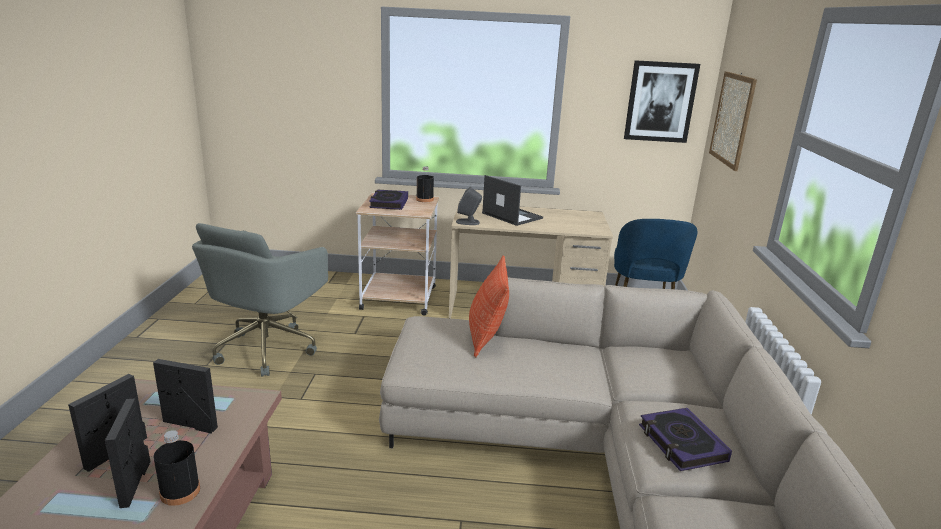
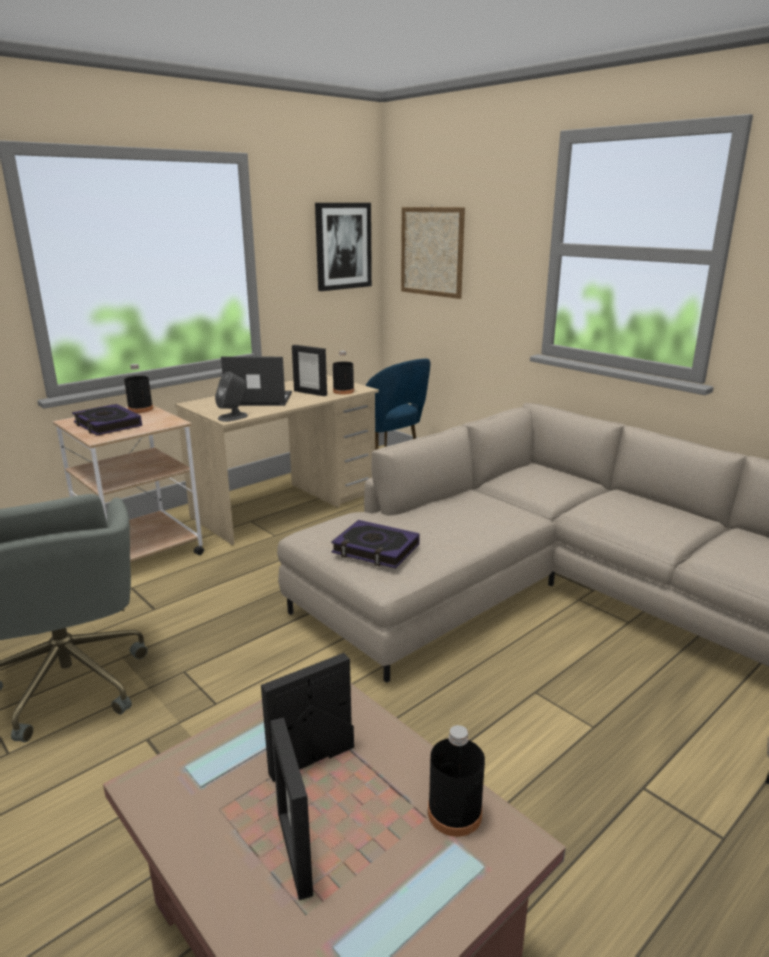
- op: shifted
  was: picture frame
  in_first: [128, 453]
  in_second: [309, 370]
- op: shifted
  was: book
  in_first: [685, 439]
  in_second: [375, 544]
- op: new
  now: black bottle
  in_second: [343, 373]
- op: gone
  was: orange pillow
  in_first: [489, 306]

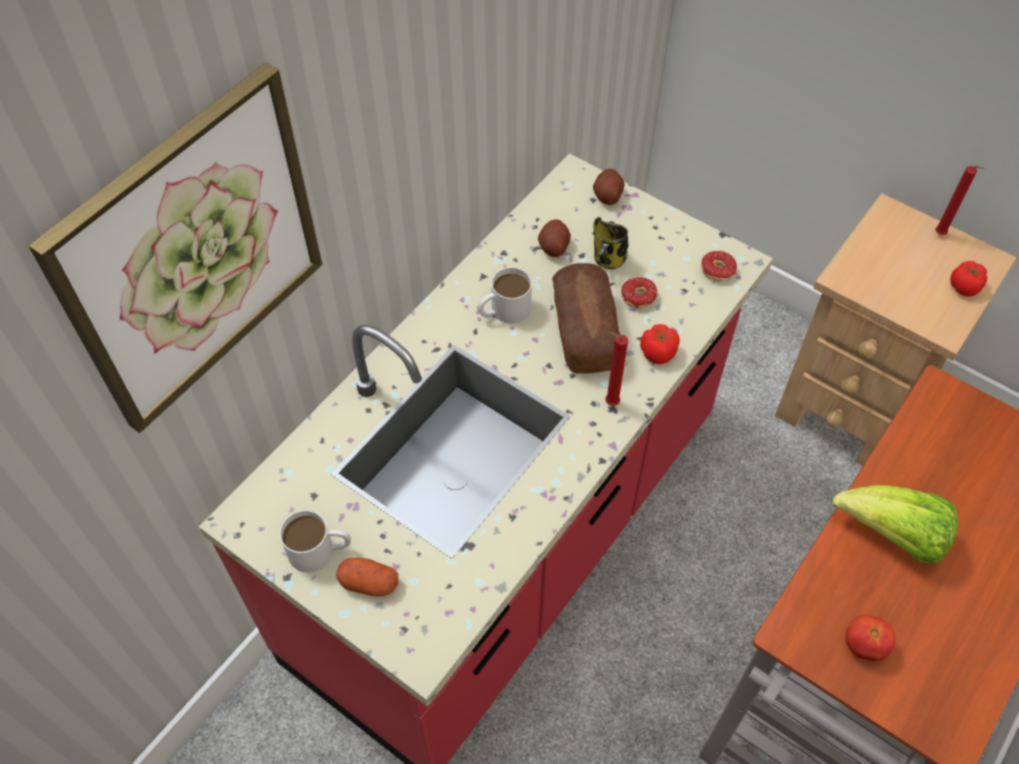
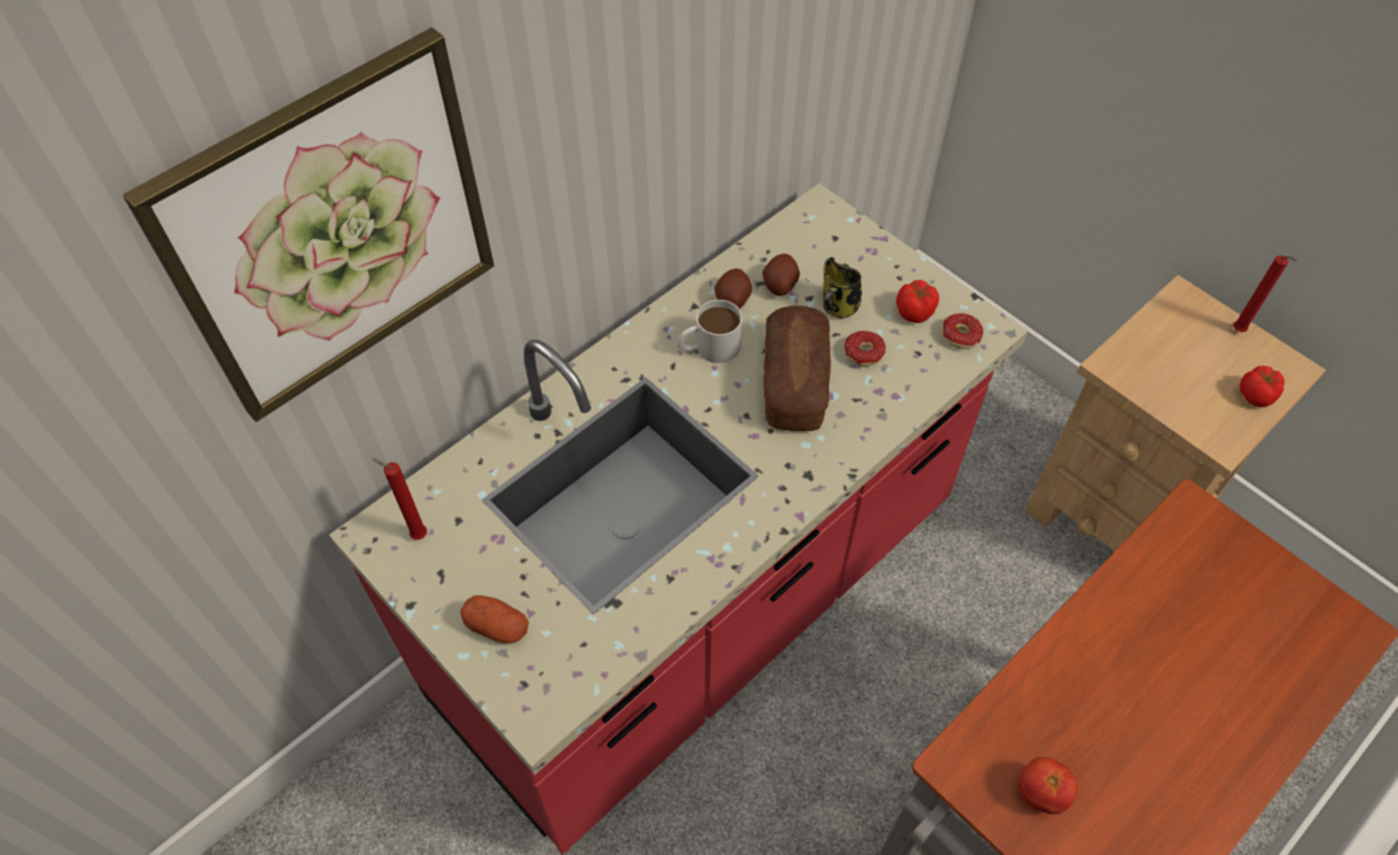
- op: shifted
  was: red candle
  in_first: [616, 369]
  in_second: [399, 499]
- op: shifted
  was: potato
  in_first: [608, 187]
  in_second: [733, 288]
- op: shifted
  was: tomato
  in_first: [660, 344]
  in_second: [917, 301]
- op: gone
  was: white mug
  in_first: [315, 541]
- op: gone
  was: lettuce
  in_first: [895, 524]

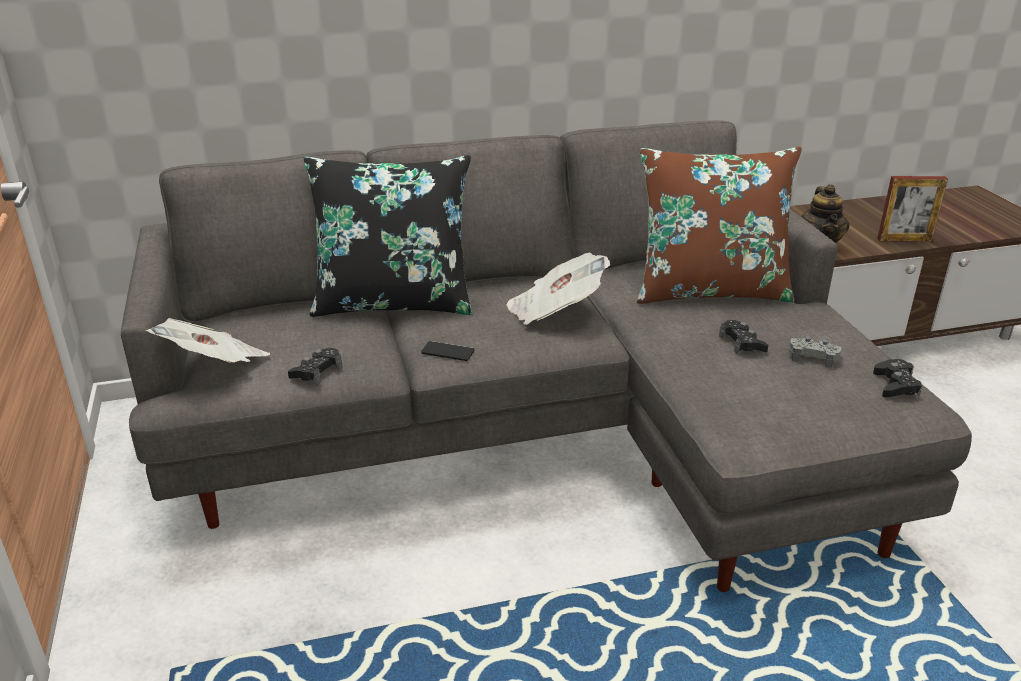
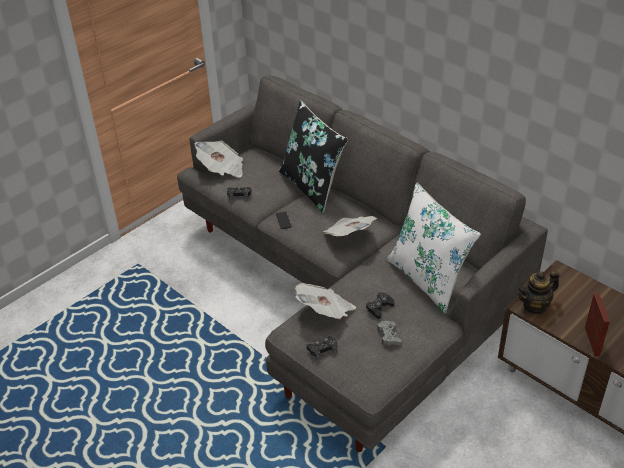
- op: new
  now: newspaper
  in_second: [325, 301]
- op: shifted
  was: black game controller
  in_first: [897, 378]
  in_second: [322, 348]
- op: repainted
  was: brown pillow
  now: white pillow
  in_first: [719, 225]
  in_second: [434, 248]
- op: rotated
  was: picture frame
  in_first: [913, 209]
  in_second: [597, 324]
  clockwise: -150

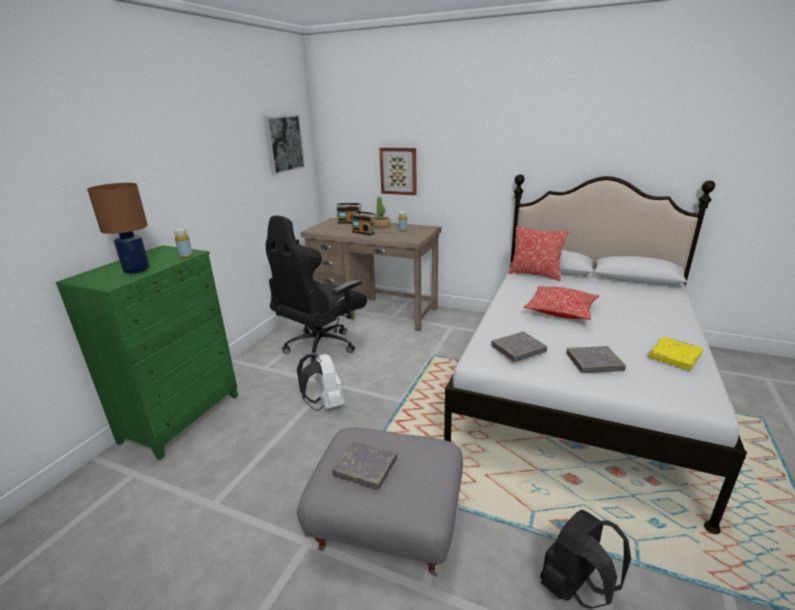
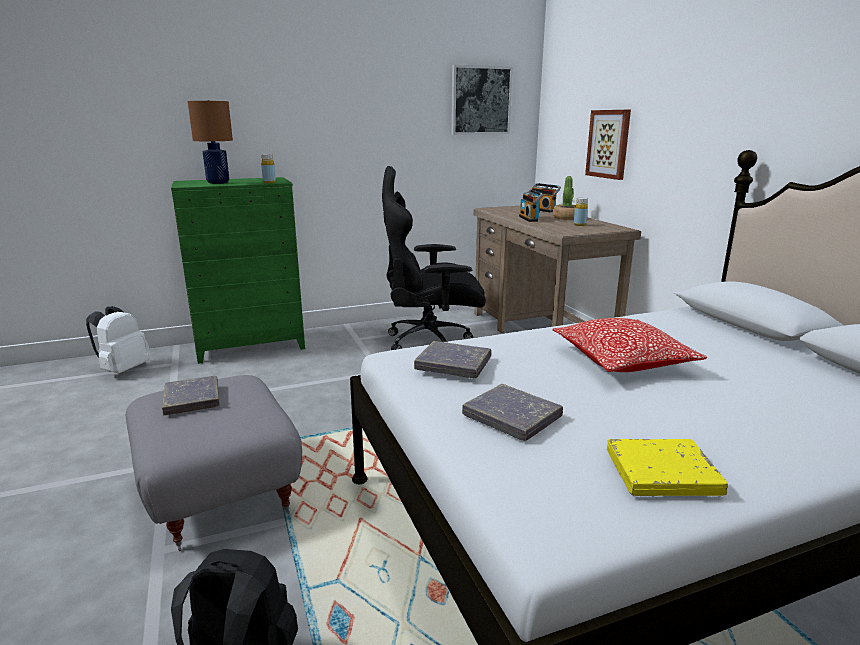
- op: shifted
  was: white backpack
  in_first: [320, 382]
  in_second: [118, 340]
- op: gone
  was: pillow
  in_first: [538, 253]

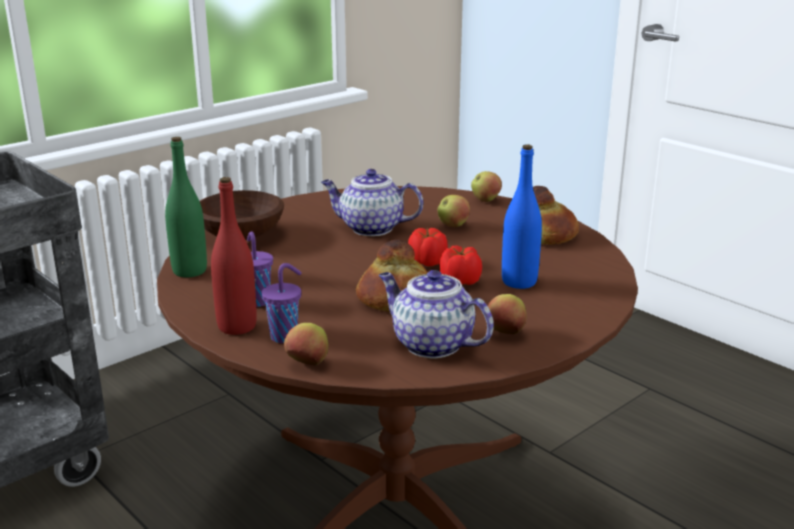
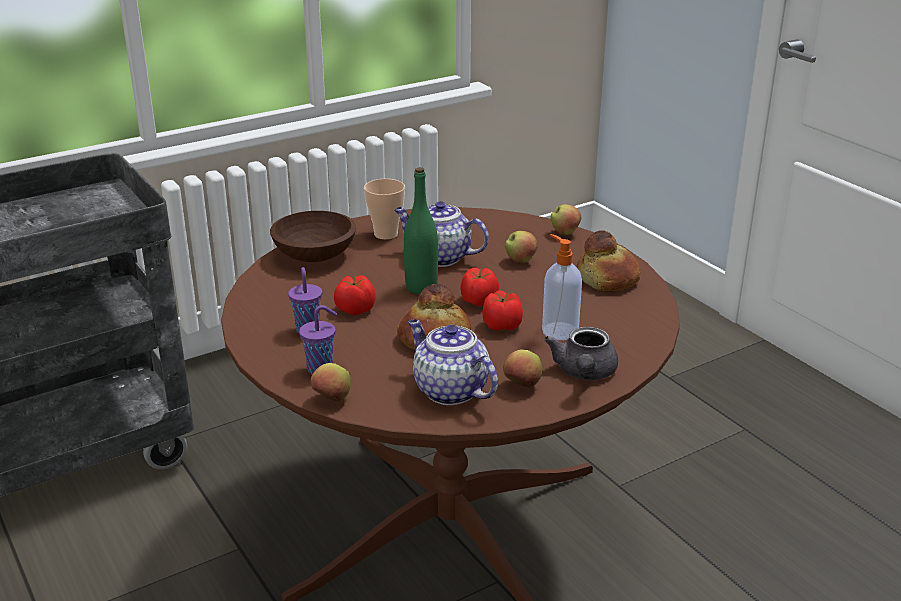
- op: new
  now: tomato
  in_second: [355, 295]
- op: new
  now: cup
  in_second: [384, 209]
- op: shifted
  was: green bottle
  in_first: [186, 207]
  in_second: [421, 230]
- op: swapped
  was: blue bottle
  now: soap dispenser
  in_first: [522, 216]
  in_second: [562, 287]
- op: new
  now: grey teapot
  in_second: [581, 353]
- op: gone
  was: red bottle
  in_first: [234, 256]

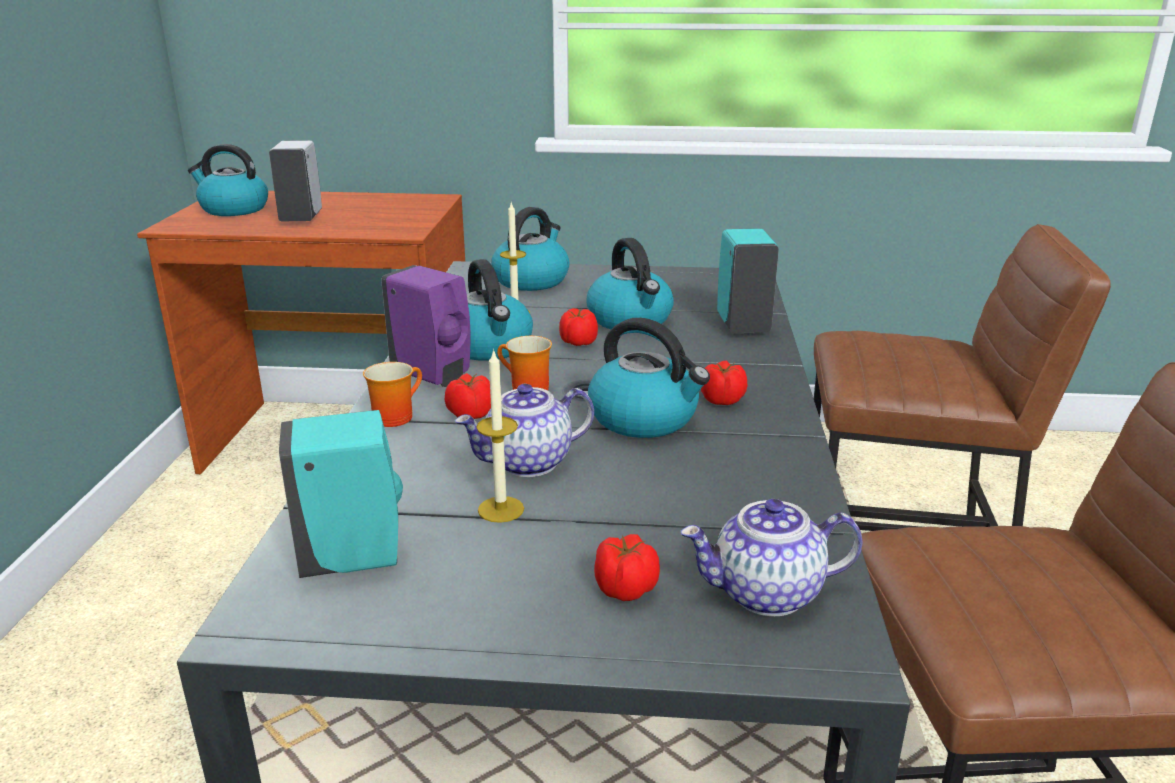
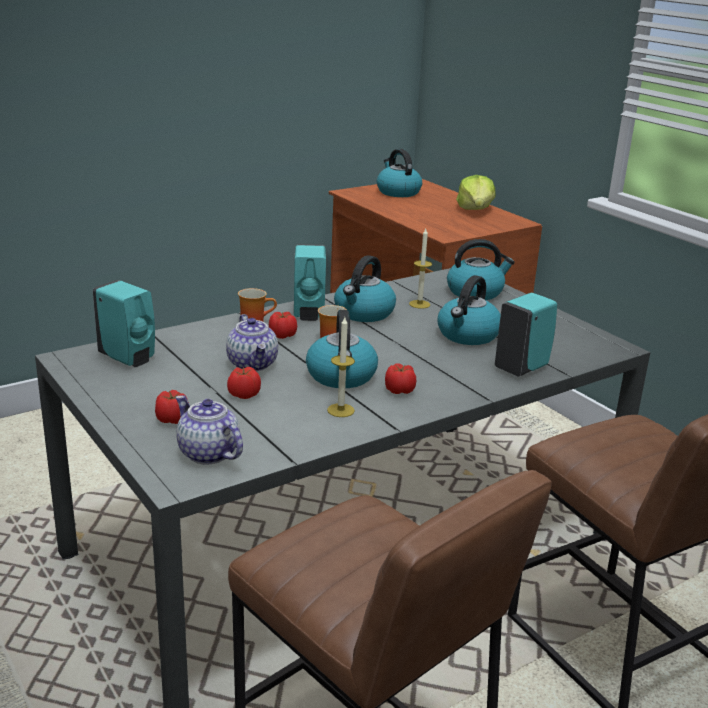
- op: rotated
  was: teapot
  in_first: [524, 430]
  in_second: [252, 342]
  clockwise: -135
- op: shifted
  was: tomato
  in_first: [578, 327]
  in_second: [244, 383]
- op: repainted
  was: purple soap dispenser
  now: turquoise soap dispenser
  in_first: [426, 326]
  in_second: [310, 282]
- op: shifted
  was: candle
  in_first: [500, 436]
  in_second: [341, 367]
- op: new
  now: lettuce
  in_second: [476, 192]
- op: gone
  was: white soap dispenser
  in_first: [295, 180]

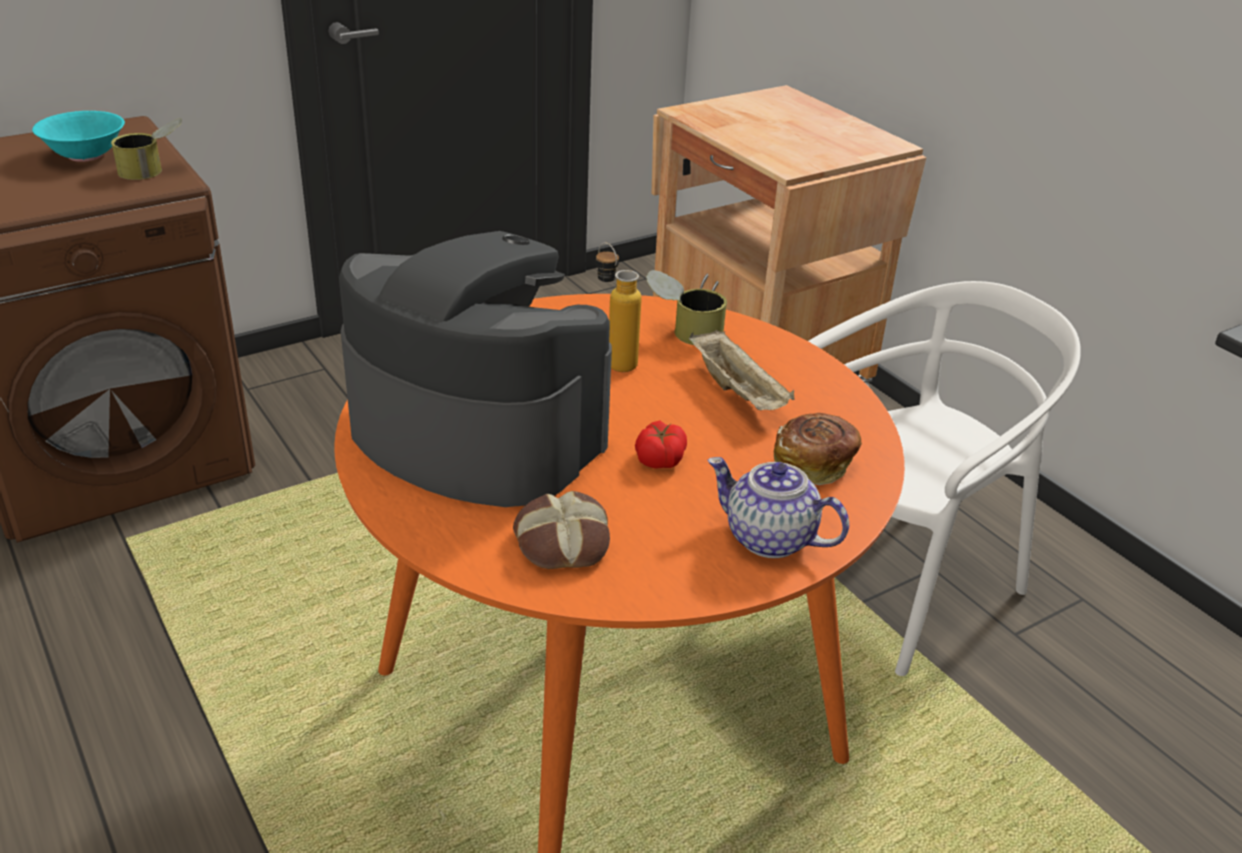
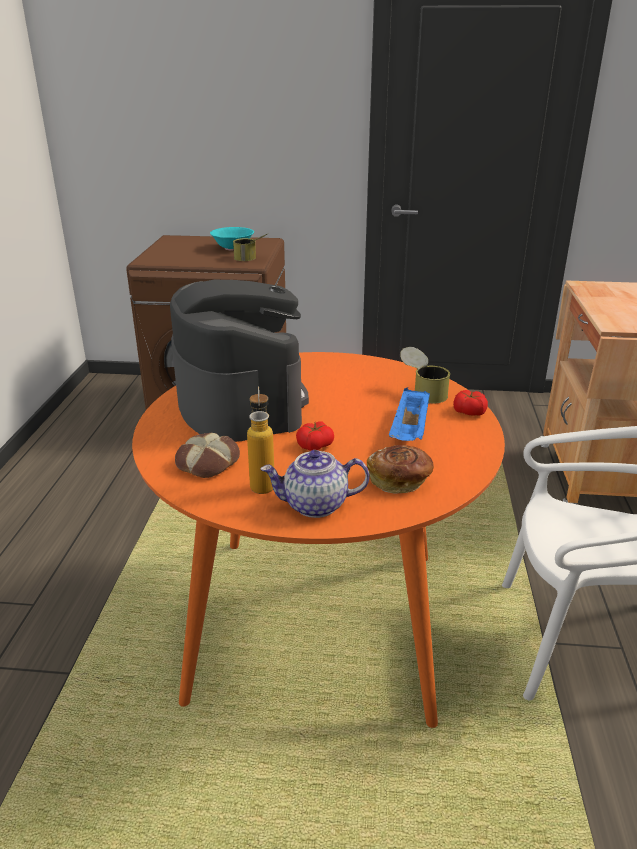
- op: shifted
  was: bottle
  in_first: [619, 307]
  in_second: [260, 440]
- op: rotated
  was: teapot
  in_first: [778, 507]
  in_second: [315, 484]
  clockwise: -75
- op: repainted
  was: beige tray
  now: blue tray
  in_first: [742, 370]
  in_second: [409, 414]
- op: new
  now: tomato
  in_second: [471, 403]

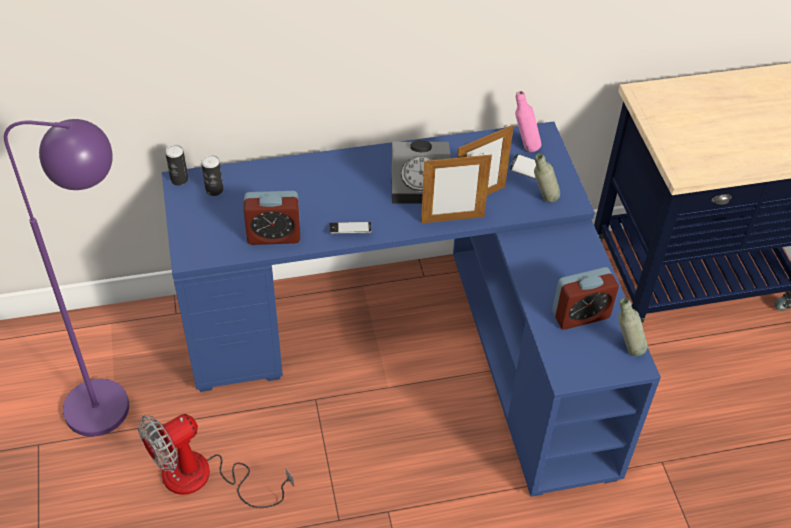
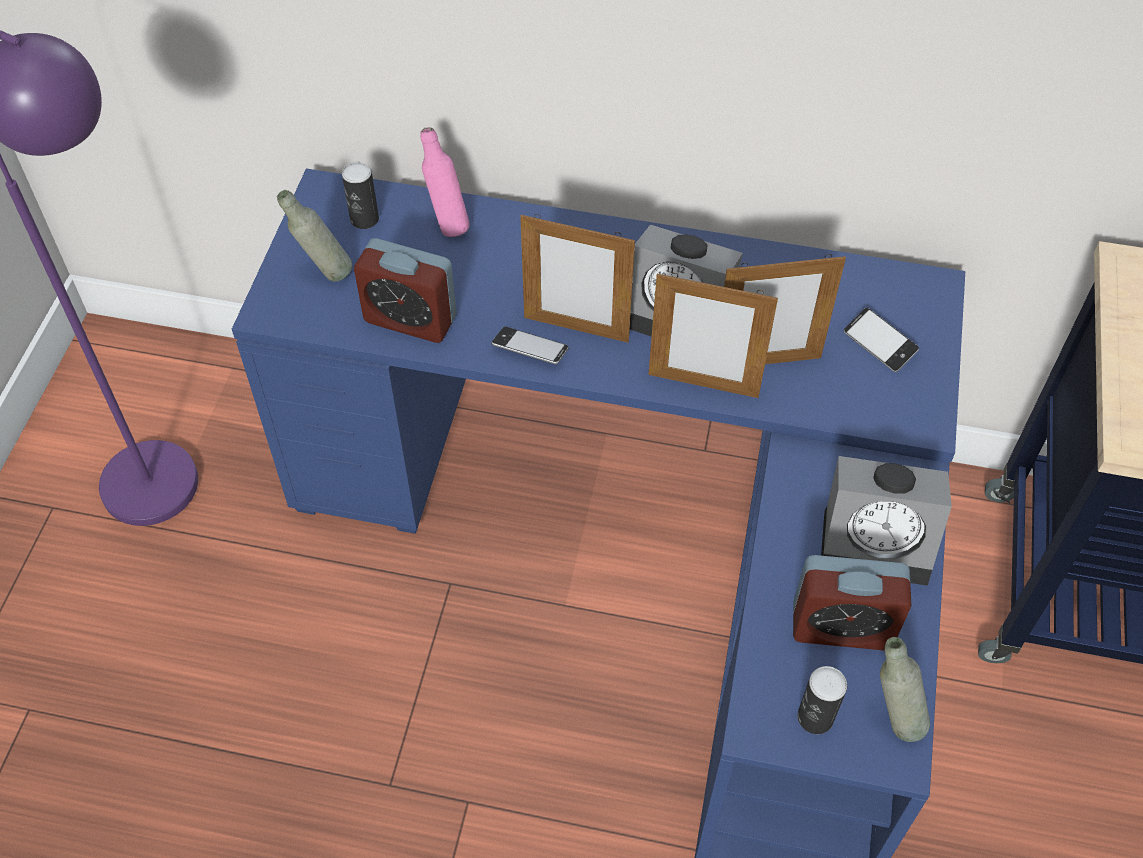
- op: shifted
  was: grey bottle
  in_first: [547, 178]
  in_second: [314, 236]
- op: shifted
  was: pink bottle
  in_first: [528, 121]
  in_second: [444, 182]
- op: new
  now: picture frame
  in_second: [577, 278]
- op: shifted
  was: can
  in_first: [176, 165]
  in_second: [822, 700]
- op: new
  now: alarm clock
  in_second: [886, 521]
- op: gone
  was: fan
  in_first: [216, 461]

